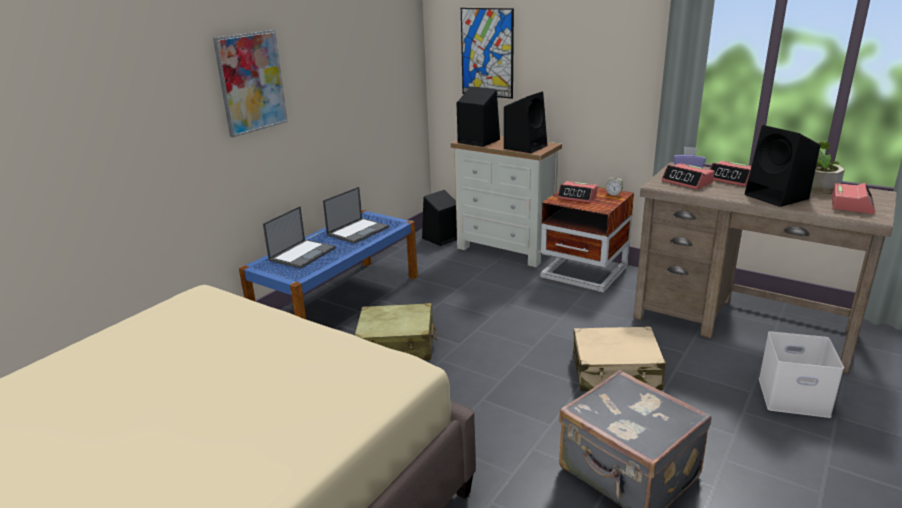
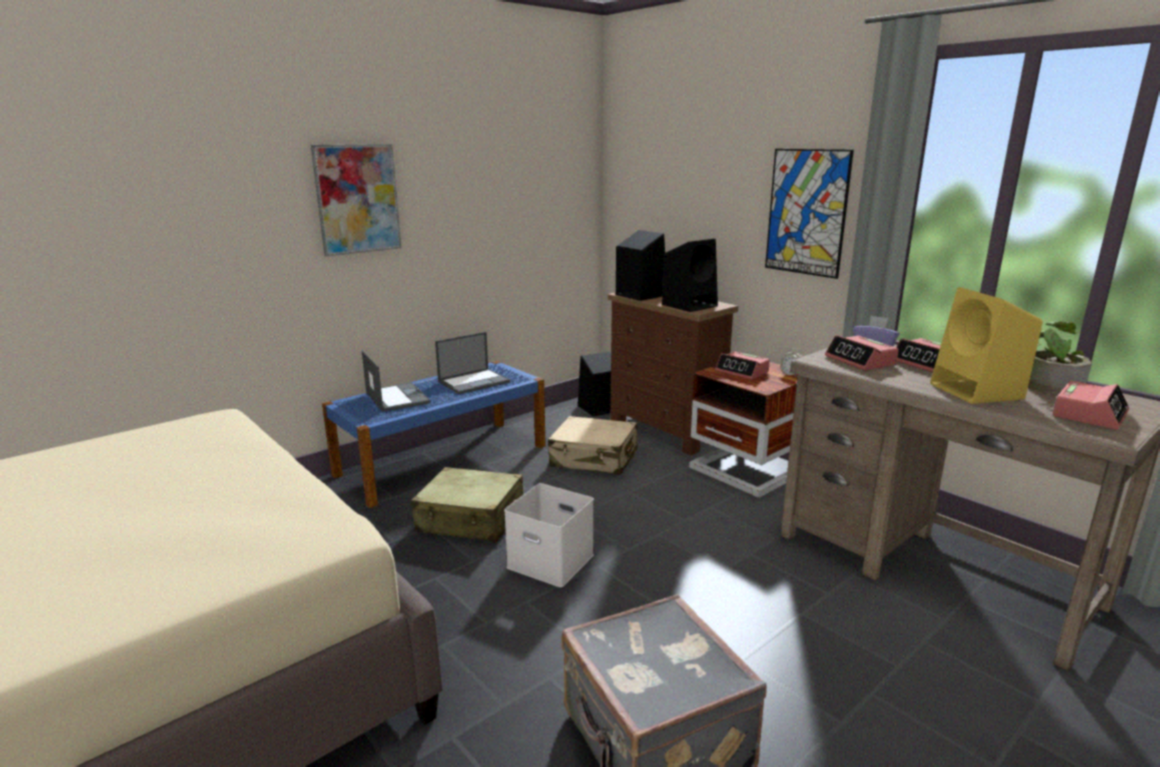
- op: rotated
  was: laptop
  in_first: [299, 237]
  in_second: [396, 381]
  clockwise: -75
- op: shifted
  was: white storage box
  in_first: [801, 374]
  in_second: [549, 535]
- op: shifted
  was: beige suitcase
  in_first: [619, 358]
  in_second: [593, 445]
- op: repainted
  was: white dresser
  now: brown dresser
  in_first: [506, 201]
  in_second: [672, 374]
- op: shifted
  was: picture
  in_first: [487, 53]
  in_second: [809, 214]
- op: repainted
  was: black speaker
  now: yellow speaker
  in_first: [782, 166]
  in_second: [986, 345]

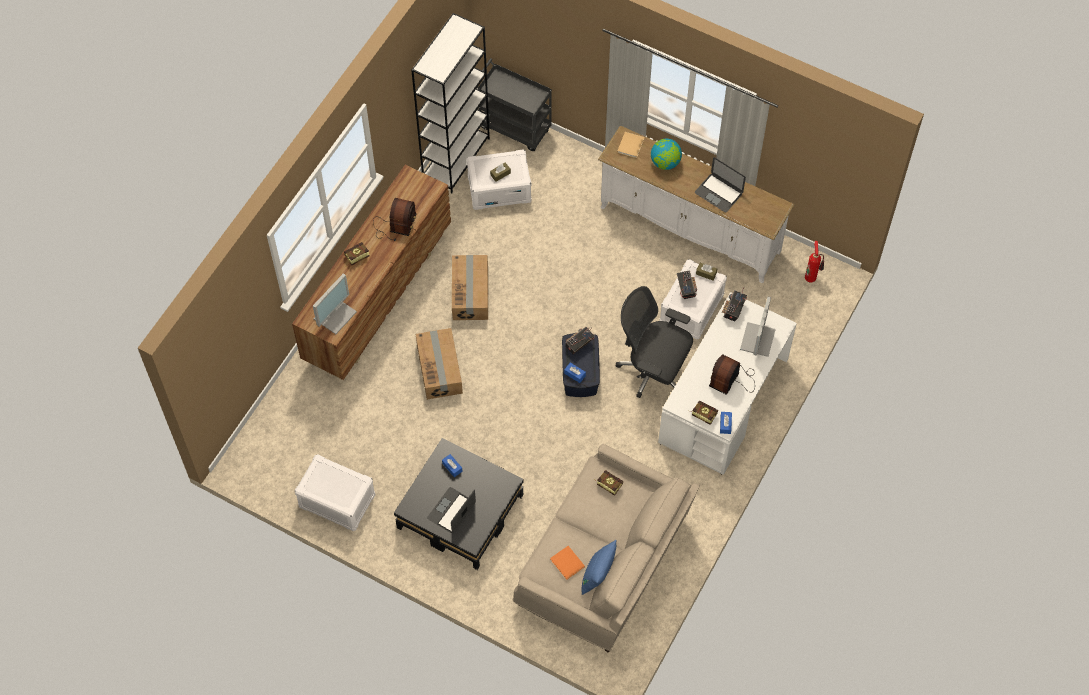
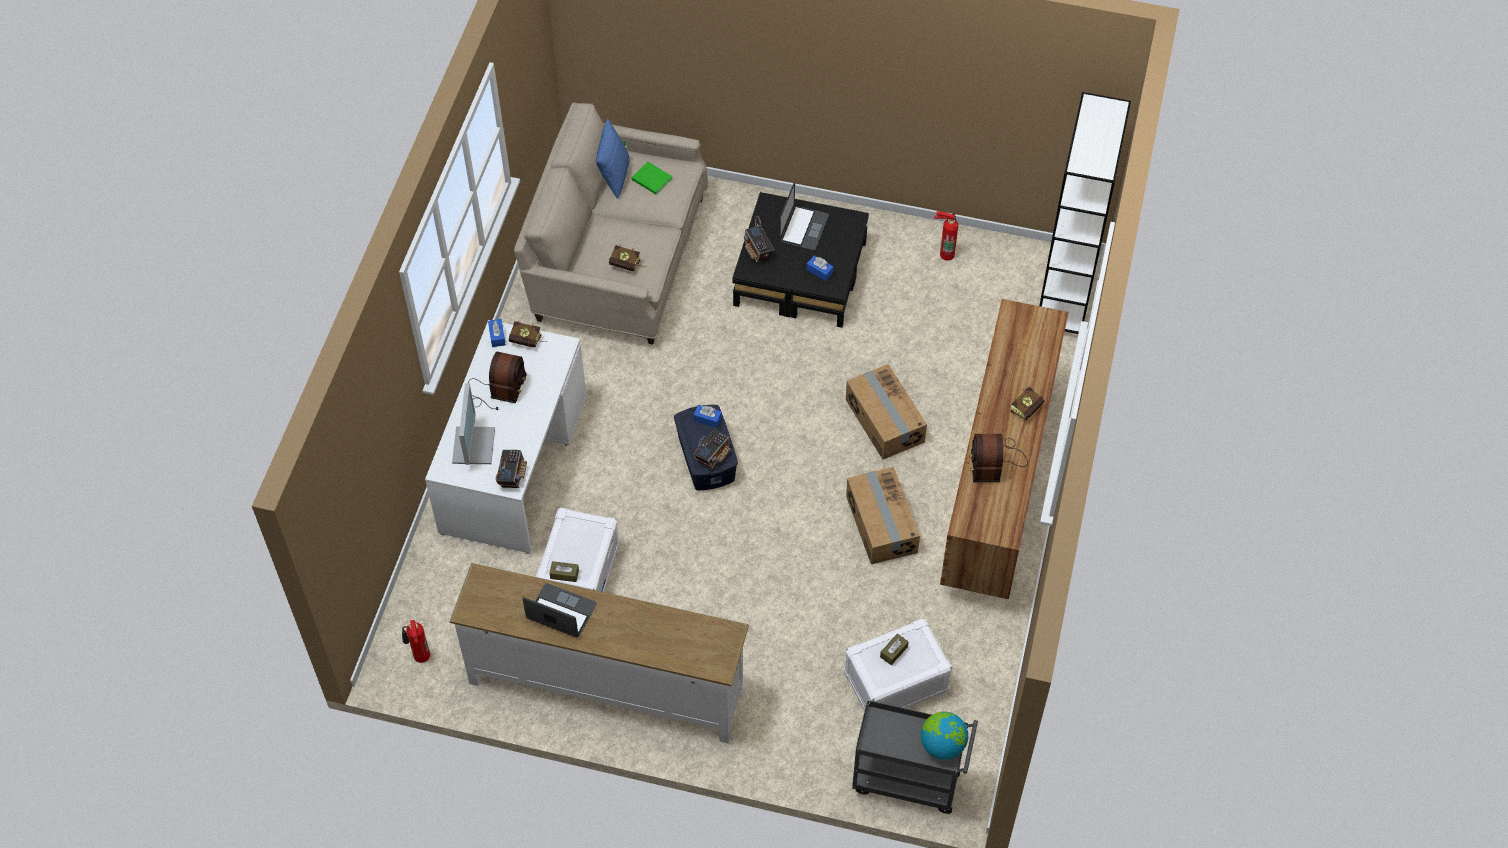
- op: repainted
  was: orange book
  now: green book
  in_first: [567, 563]
  in_second: [651, 178]
- op: shifted
  was: radio
  in_first: [687, 284]
  in_second: [759, 239]
- op: shifted
  was: globe
  in_first: [666, 154]
  in_second: [944, 736]
- op: swapped
  was: white storage box
  now: fire extinguisher
  in_first: [334, 492]
  in_second: [946, 236]
- op: shifted
  was: white bookcase
  in_first: [450, 103]
  in_second: [1085, 213]
- op: gone
  was: monitor
  in_first: [335, 303]
- op: gone
  was: office chair
  in_first: [654, 342]
- op: gone
  was: beige book
  in_first: [630, 145]

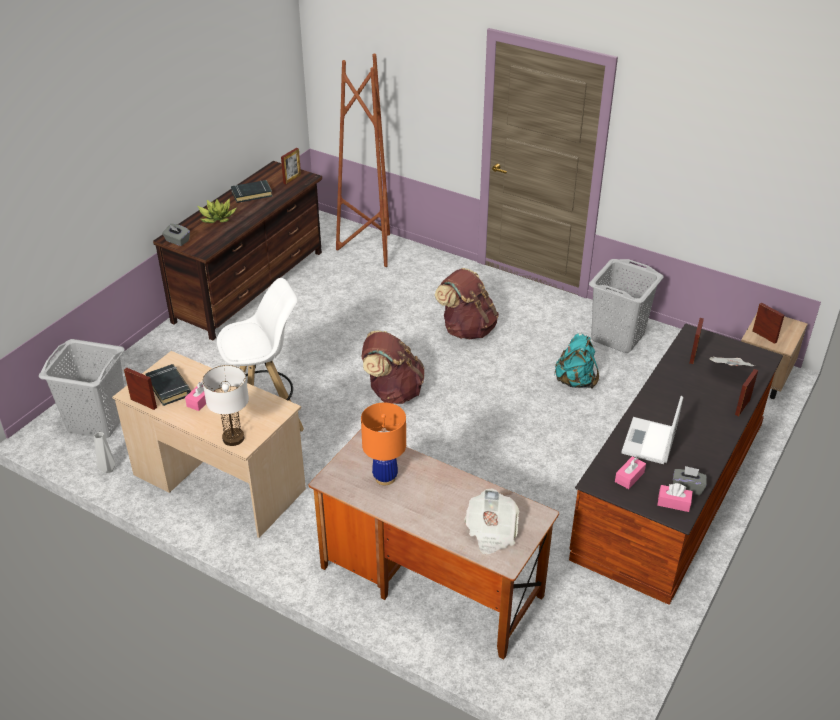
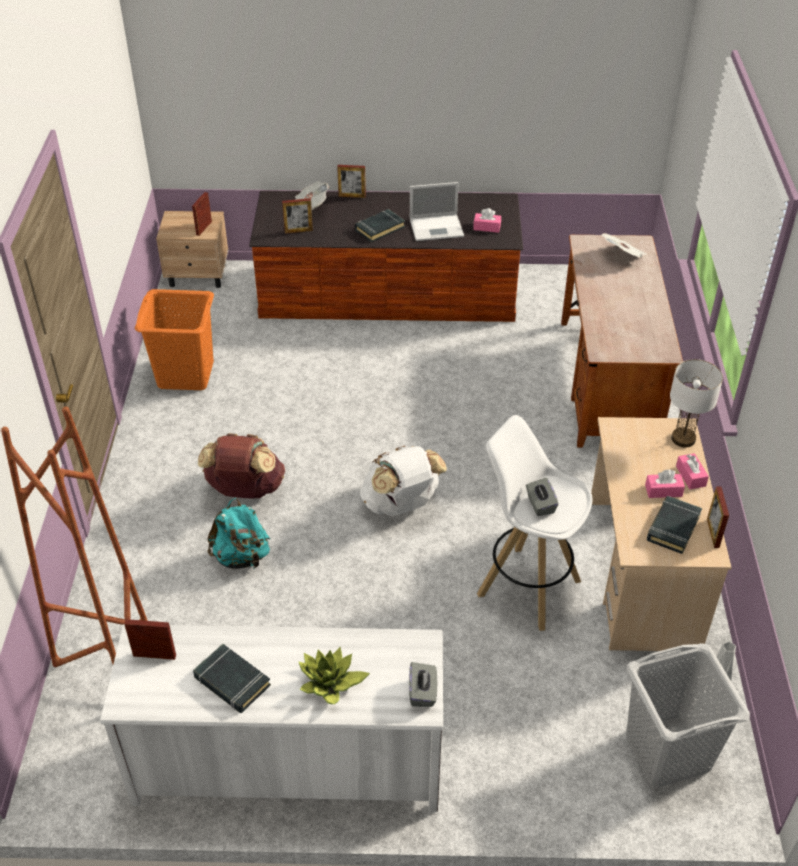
- op: repainted
  was: brown dresser
  now: white dresser
  in_first: [237, 251]
  in_second: [271, 718]
- op: repainted
  was: grey laundry basket
  now: orange laundry basket
  in_first: [626, 306]
  in_second: [174, 339]
- op: shifted
  was: turquoise backpack
  in_first: [576, 361]
  in_second: [238, 533]
- op: new
  now: black book
  in_second: [380, 225]
- op: repainted
  was: brown backpack
  now: white backpack
  in_first: [393, 367]
  in_second: [403, 481]
- op: shifted
  was: grey tissue box
  in_first: [690, 480]
  in_second: [542, 497]
- op: shifted
  was: pink tissue box
  in_first: [675, 497]
  in_second: [692, 471]
- op: gone
  was: orange table lamp
  in_first: [383, 444]

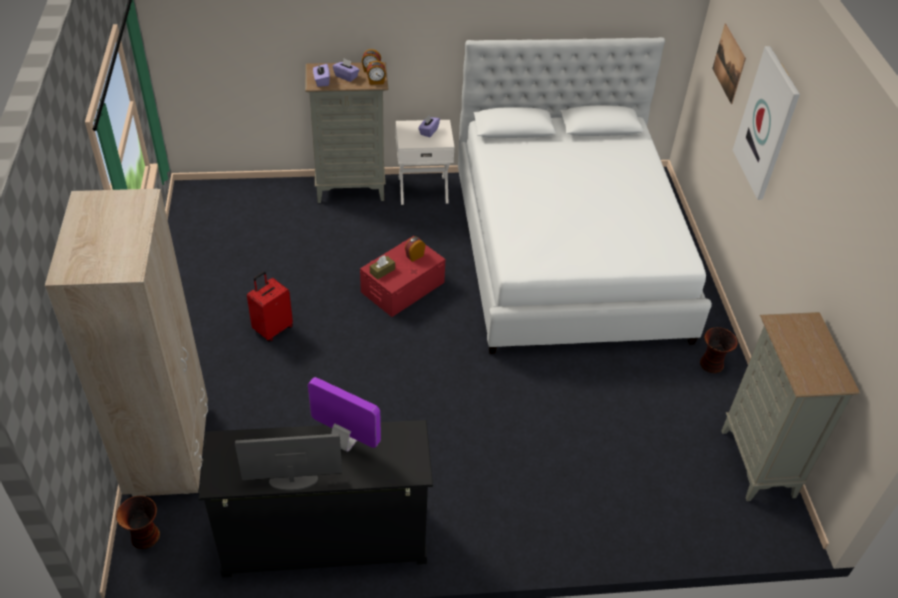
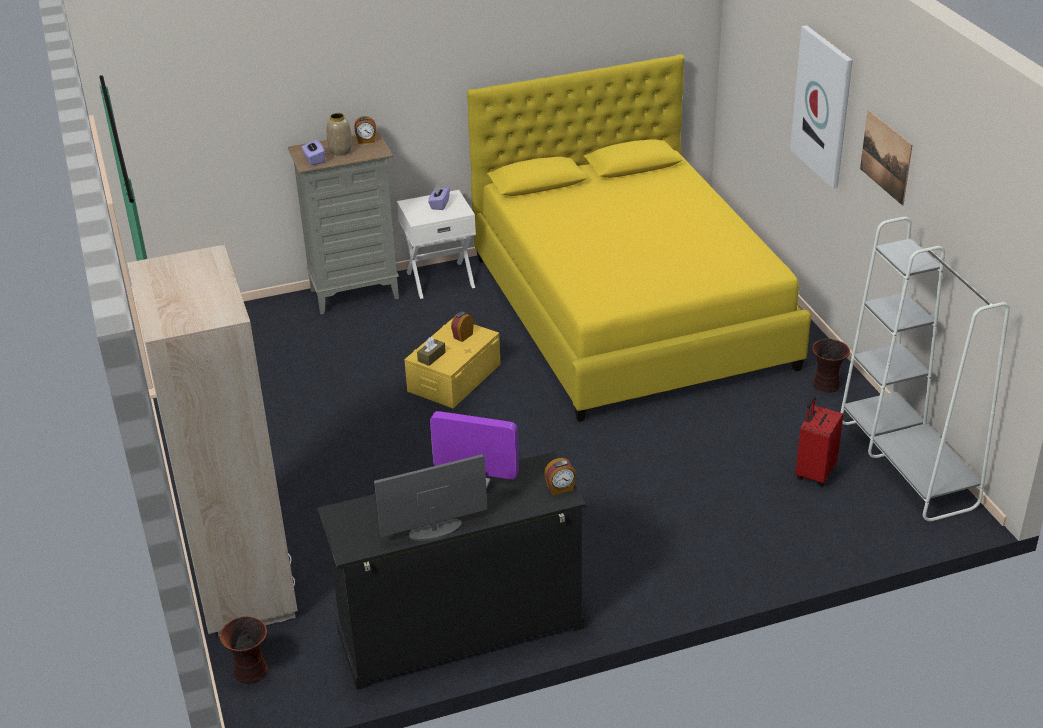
- op: swapped
  was: purple tissue box
  now: vase
  in_first: [346, 70]
  in_second: [339, 134]
- op: repainted
  was: red storage box
  now: yellow storage box
  in_first: [403, 276]
  in_second: [452, 362]
- op: repainted
  was: white bed
  now: yellow bed
  in_first: [585, 195]
  in_second: [639, 238]
- op: shifted
  was: alarm clock
  in_first: [376, 73]
  in_second: [560, 476]
- op: shifted
  was: red suitcase
  in_first: [270, 307]
  in_second: [819, 441]
- op: swapped
  was: grey dresser
  now: grey clothes rack
  in_first: [790, 406]
  in_second: [925, 369]
- op: shifted
  was: picture
  in_first: [729, 64]
  in_second: [886, 157]

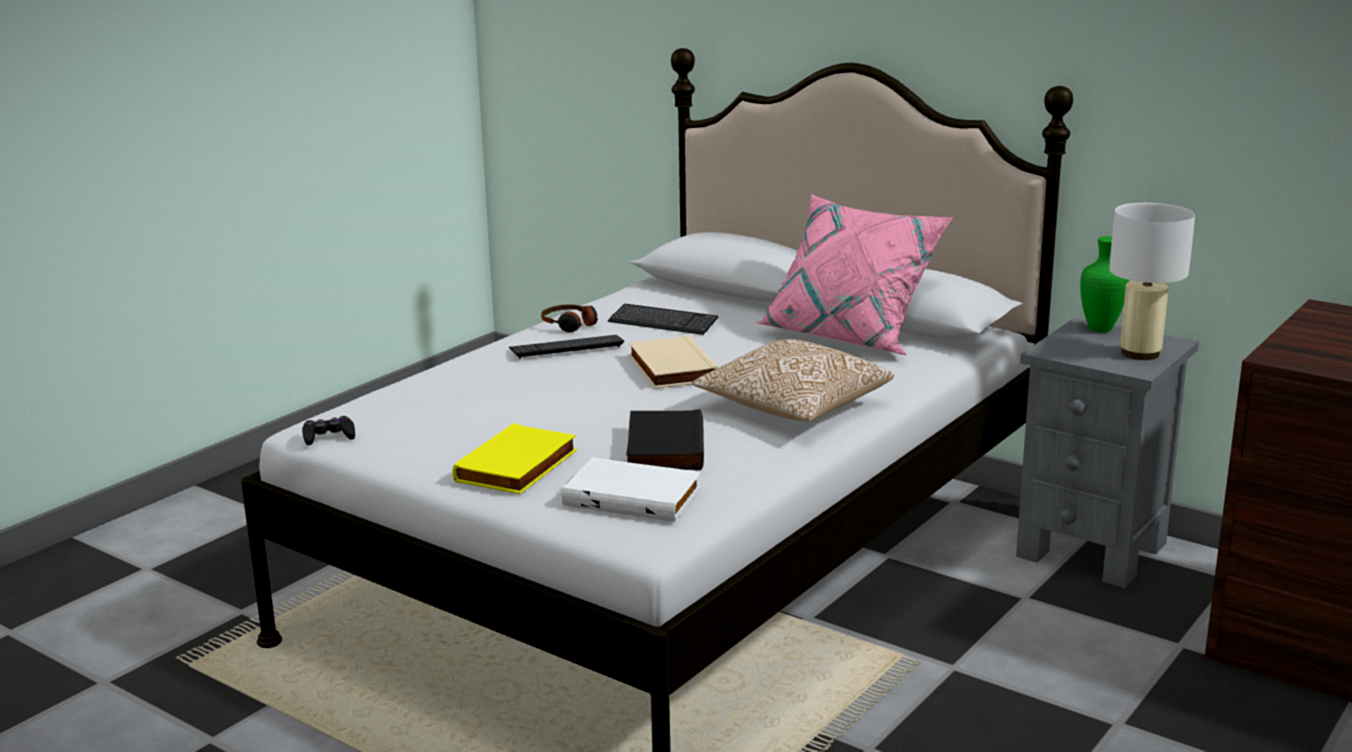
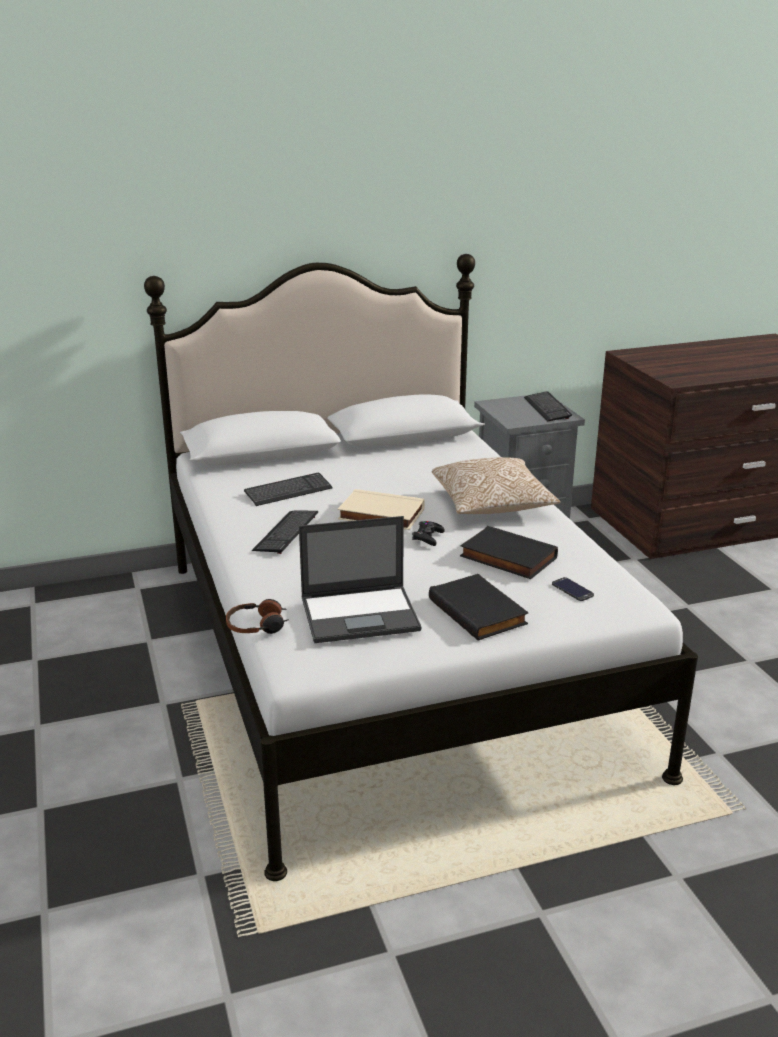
- op: shifted
  was: headphones
  in_first: [569, 318]
  in_second: [257, 616]
- op: new
  now: laptop
  in_second: [360, 579]
- op: shifted
  was: black game controller
  in_first: [328, 430]
  in_second: [428, 533]
- op: repainted
  was: yellow book
  now: black book
  in_first: [515, 458]
  in_second: [478, 607]
- op: swapped
  was: white table lamp
  now: keyboard
  in_first: [1152, 281]
  in_second: [548, 406]
- op: swapped
  was: white book
  now: phone
  in_first: [631, 489]
  in_second: [573, 589]
- op: gone
  was: pink pillow
  in_first: [854, 274]
- op: gone
  was: green vase
  in_first: [1104, 284]

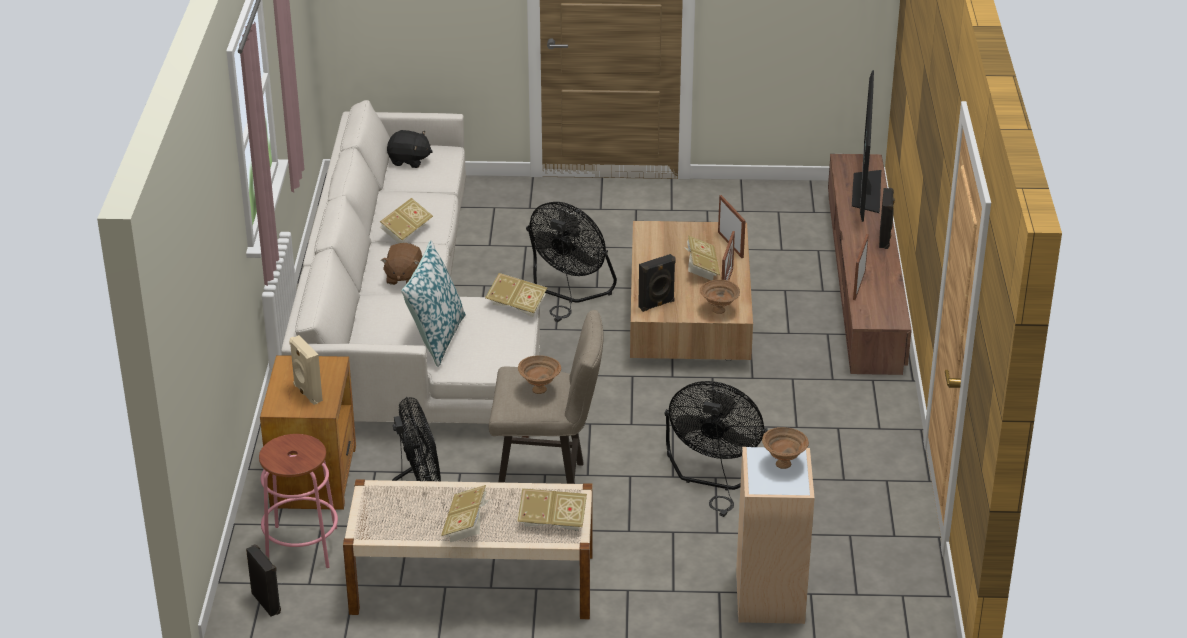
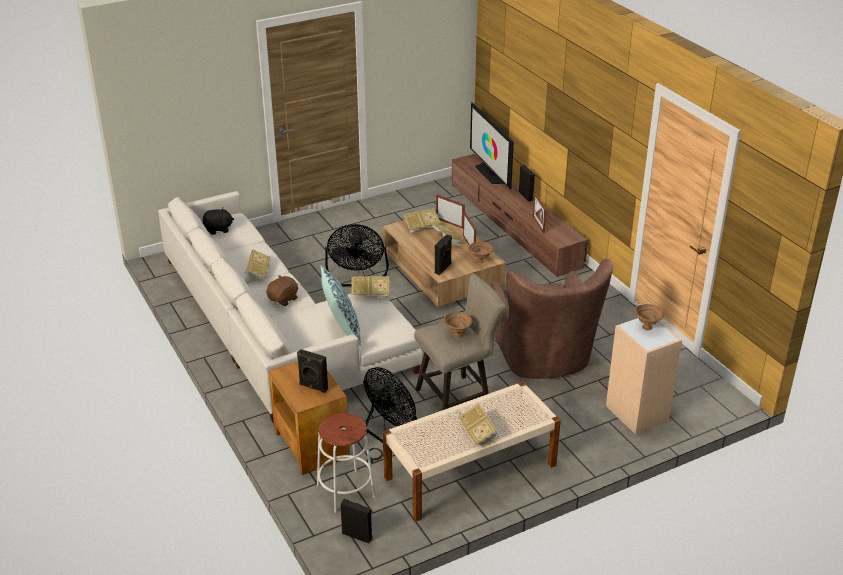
- op: rotated
  was: brown plush toy
  in_first: [402, 264]
  in_second: [282, 290]
  clockwise: -120
- op: repainted
  was: beige speaker
  now: black speaker
  in_first: [306, 370]
  in_second: [312, 371]
- op: repainted
  was: pink stool
  now: white stool
  in_first: [298, 501]
  in_second: [346, 463]
- op: shifted
  was: book
  in_first: [552, 509]
  in_second: [422, 220]
- op: swapped
  was: black fan
  now: brown armchair
  in_first: [716, 449]
  in_second: [552, 319]

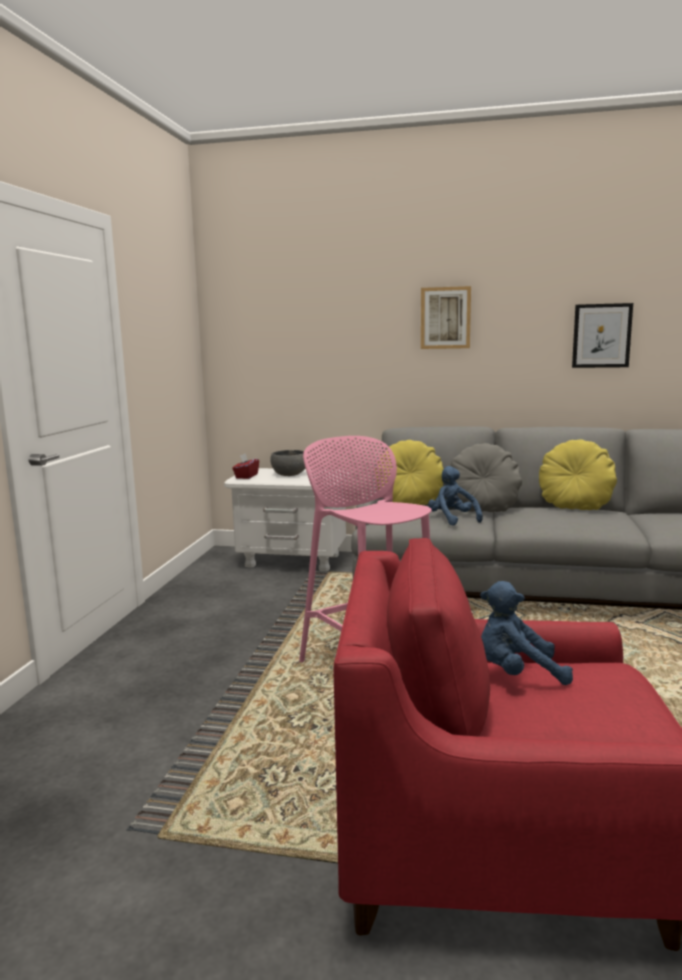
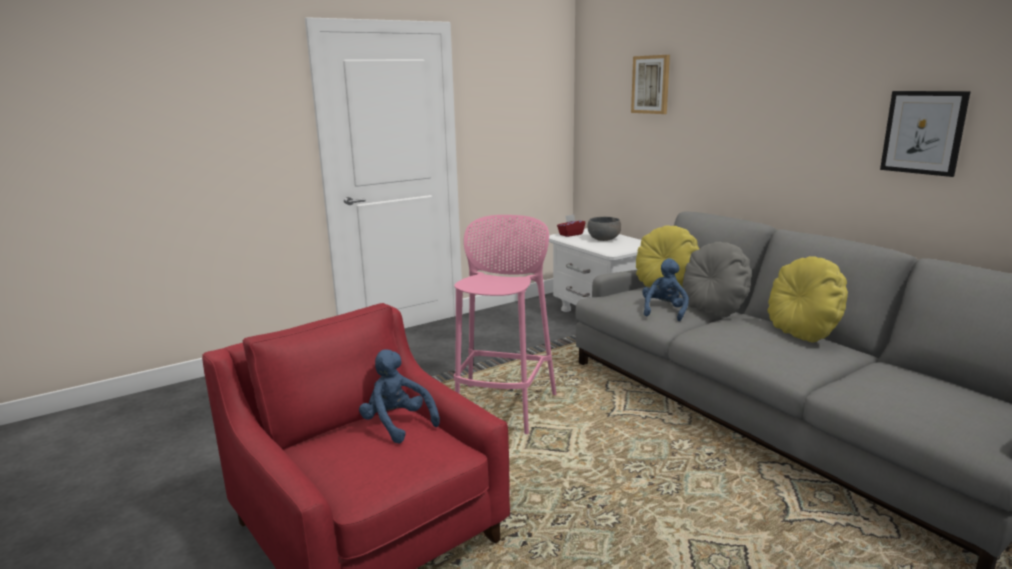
- op: shifted
  was: picture
  in_first: [446, 317]
  in_second: [650, 84]

